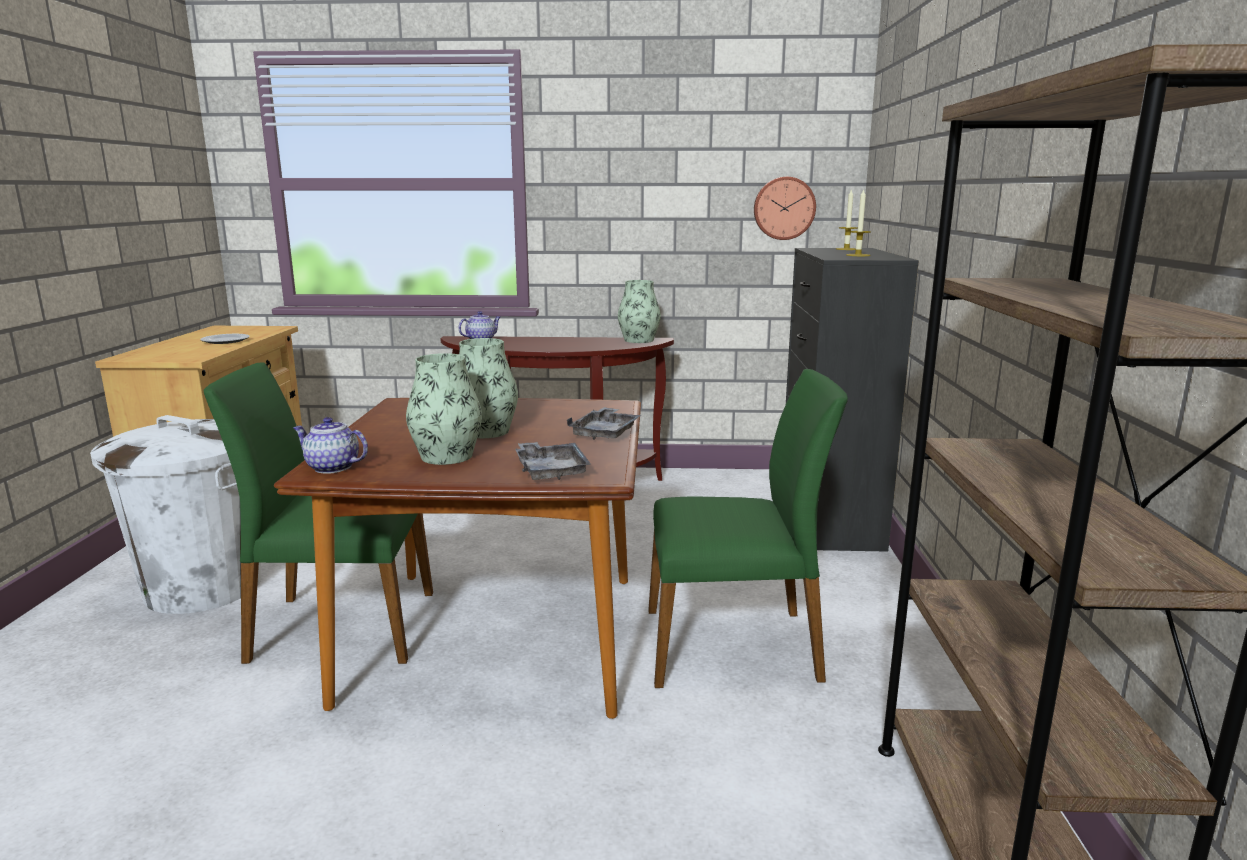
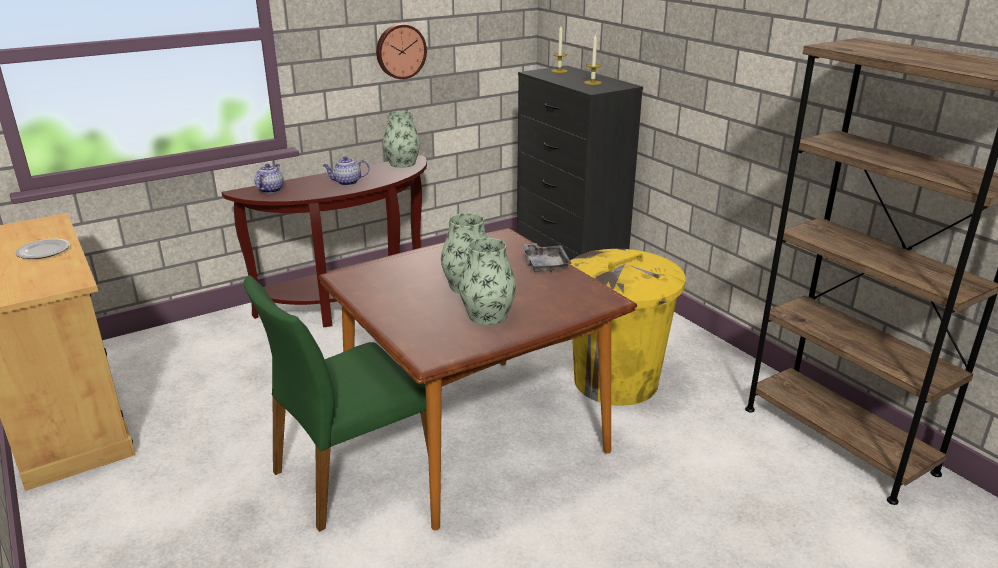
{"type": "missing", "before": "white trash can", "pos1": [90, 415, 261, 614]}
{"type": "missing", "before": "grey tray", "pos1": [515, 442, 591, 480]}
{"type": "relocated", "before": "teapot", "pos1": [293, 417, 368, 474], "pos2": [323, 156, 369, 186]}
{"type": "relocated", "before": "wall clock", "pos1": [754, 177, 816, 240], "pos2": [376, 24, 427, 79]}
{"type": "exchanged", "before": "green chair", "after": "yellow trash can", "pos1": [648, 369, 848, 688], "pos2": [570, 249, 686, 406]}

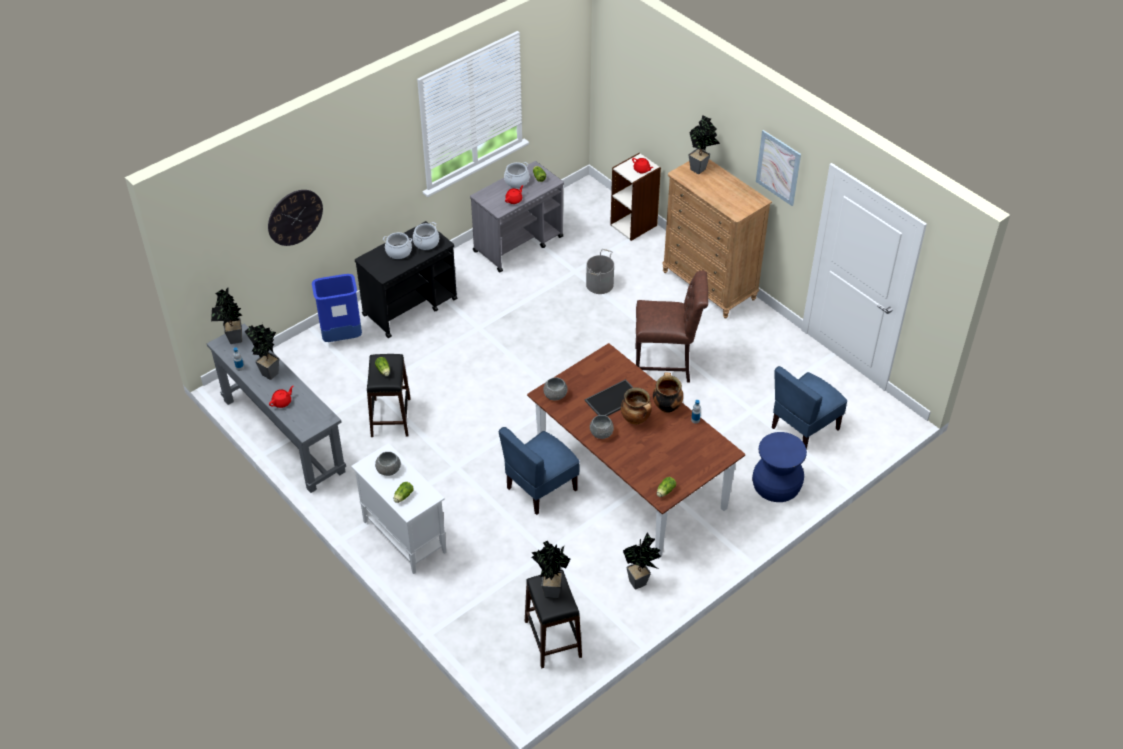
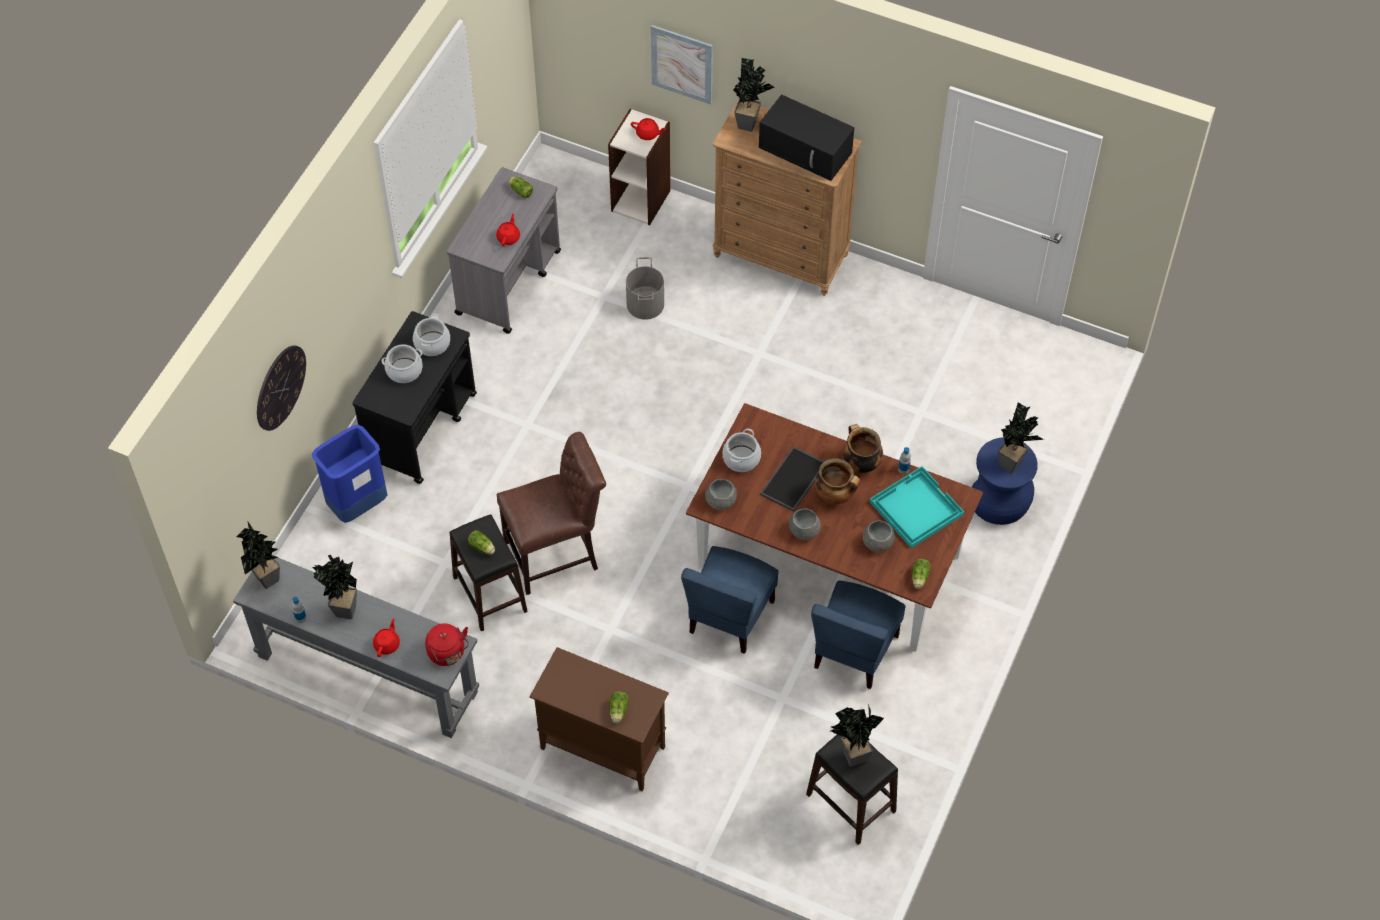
{"type": "appeared", "after": "red kettle", "pos2": [425, 623, 469, 666]}
{"type": "appeared", "after": "black microwave", "pos2": [759, 94, 854, 181]}
{"type": "appeared", "after": "turquoise tray", "pos2": [870, 466, 964, 548]}
{"type": "relocated", "before": "grey bowl", "pos1": [375, 452, 401, 476], "pos2": [863, 521, 895, 552]}
{"type": "relocated", "before": "cooking pot", "pos1": [504, 162, 529, 188], "pos2": [722, 429, 761, 472]}
{"type": "relocated", "before": "potted plant", "pos1": [623, 532, 661, 590], "pos2": [998, 402, 1044, 473]}
{"type": "relocated", "before": "brown chair", "pos1": [635, 271, 708, 383], "pos2": [497, 432, 606, 595]}
{"type": "relocated", "before": "picture", "pos1": [756, 130, 801, 206], "pos2": [651, 25, 713, 105]}
{"type": "relocated", "before": "blue chair", "pos1": [772, 366, 847, 450], "pos2": [811, 580, 906, 689]}
{"type": "colour", "before": "white cabinet", "after": "brown cabinet", "pos1": [351, 443, 446, 574], "pos2": [530, 647, 669, 792]}

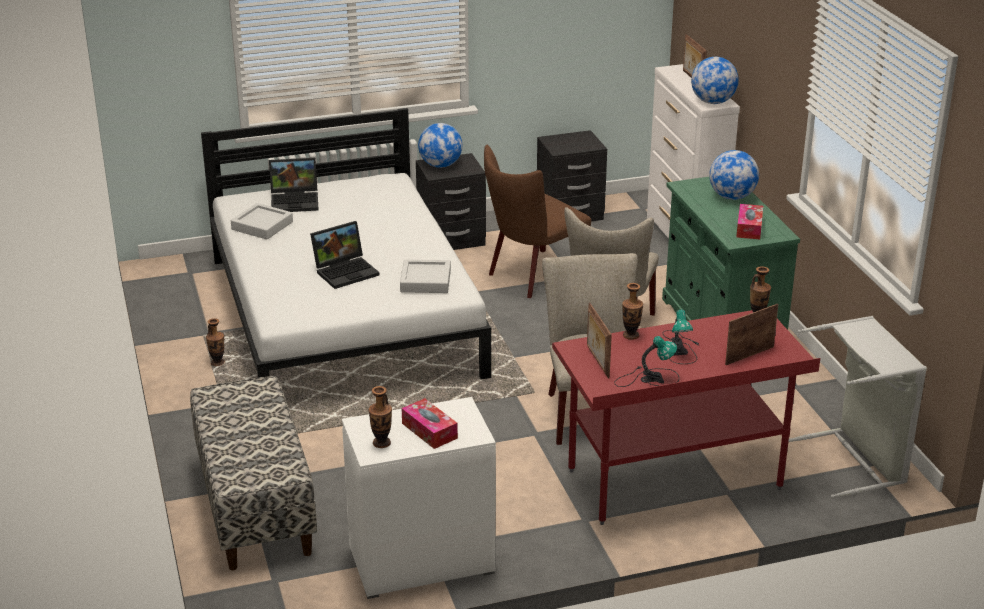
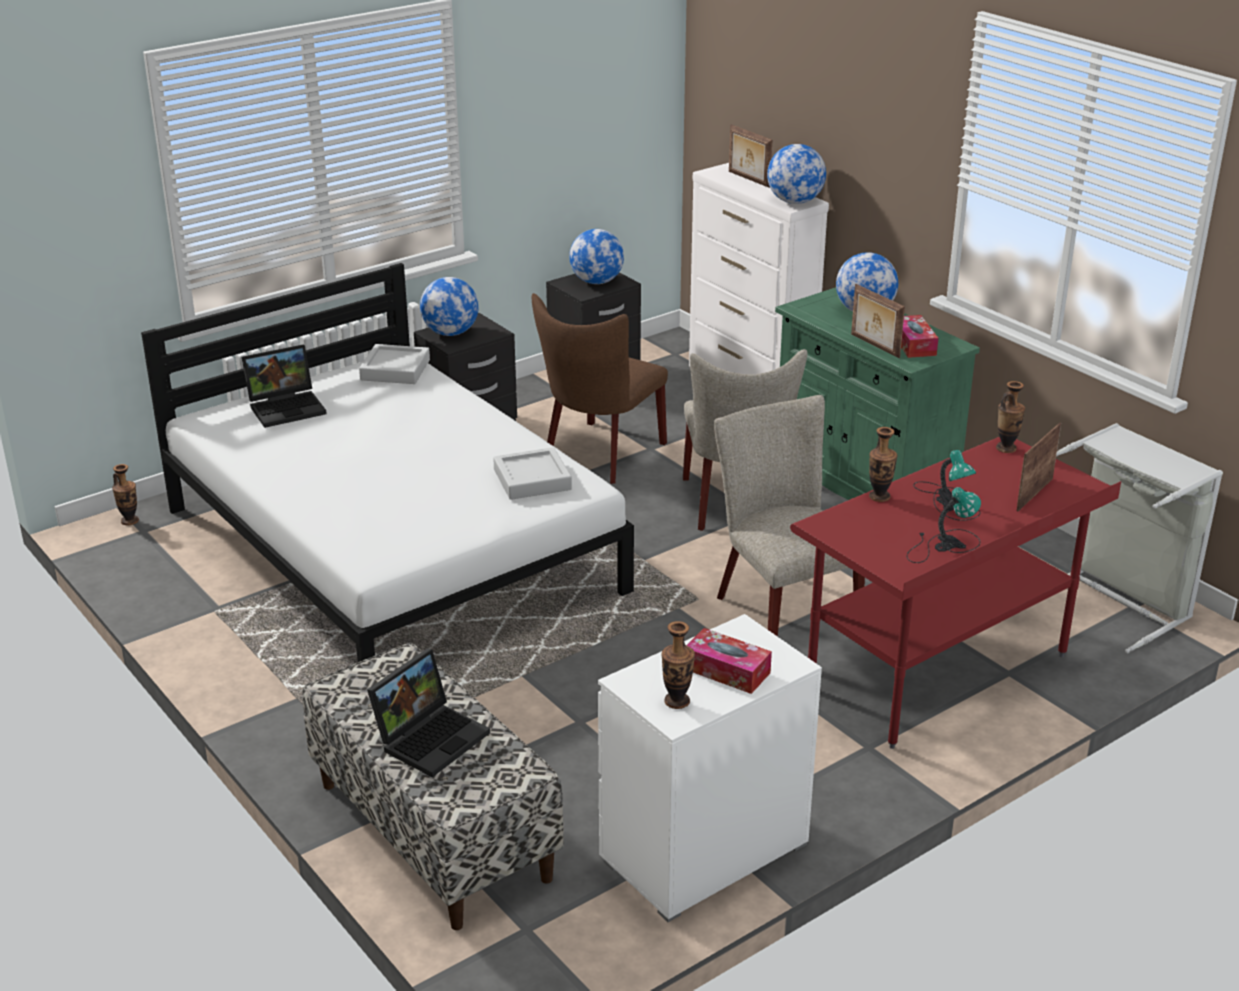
{"type": "appeared", "after": "globe", "pos2": [569, 229, 624, 284]}
{"type": "relocated", "before": "vase", "pos1": [206, 318, 225, 366], "pos2": [112, 464, 139, 525]}
{"type": "relocated", "before": "grey tray", "pos1": [231, 203, 293, 240], "pos2": [359, 344, 430, 384]}
{"type": "relocated", "before": "laptop", "pos1": [310, 221, 379, 289], "pos2": [367, 648, 490, 777]}
{"type": "relocated", "before": "picture frame", "pos1": [587, 303, 612, 378], "pos2": [851, 284, 905, 358]}

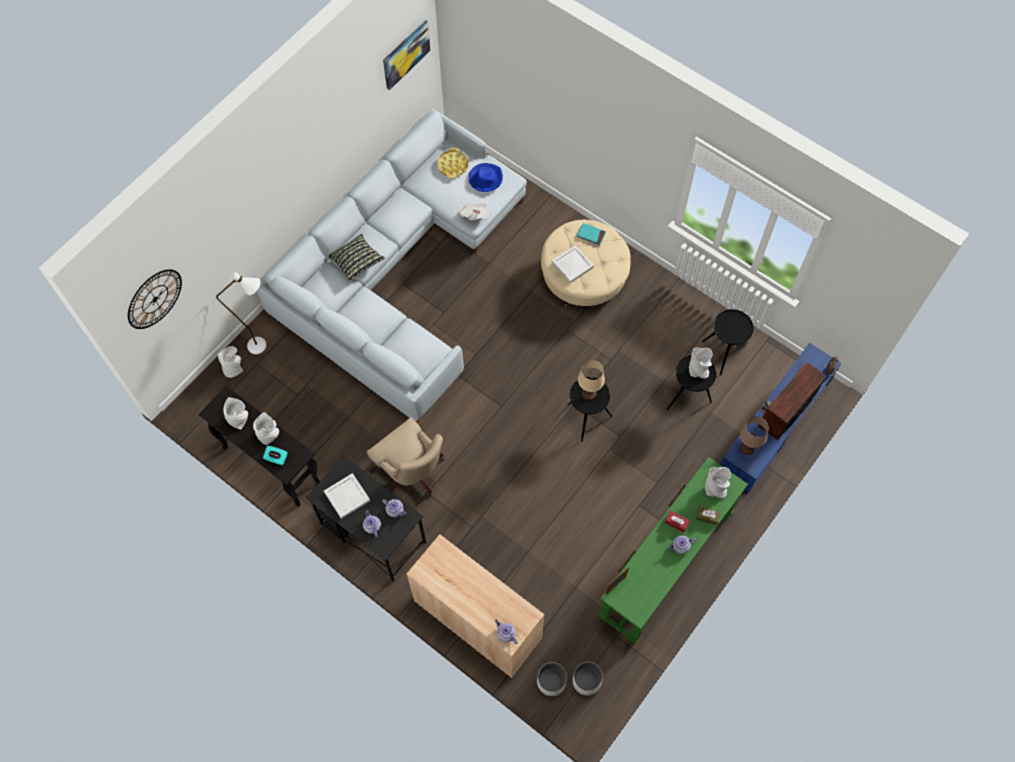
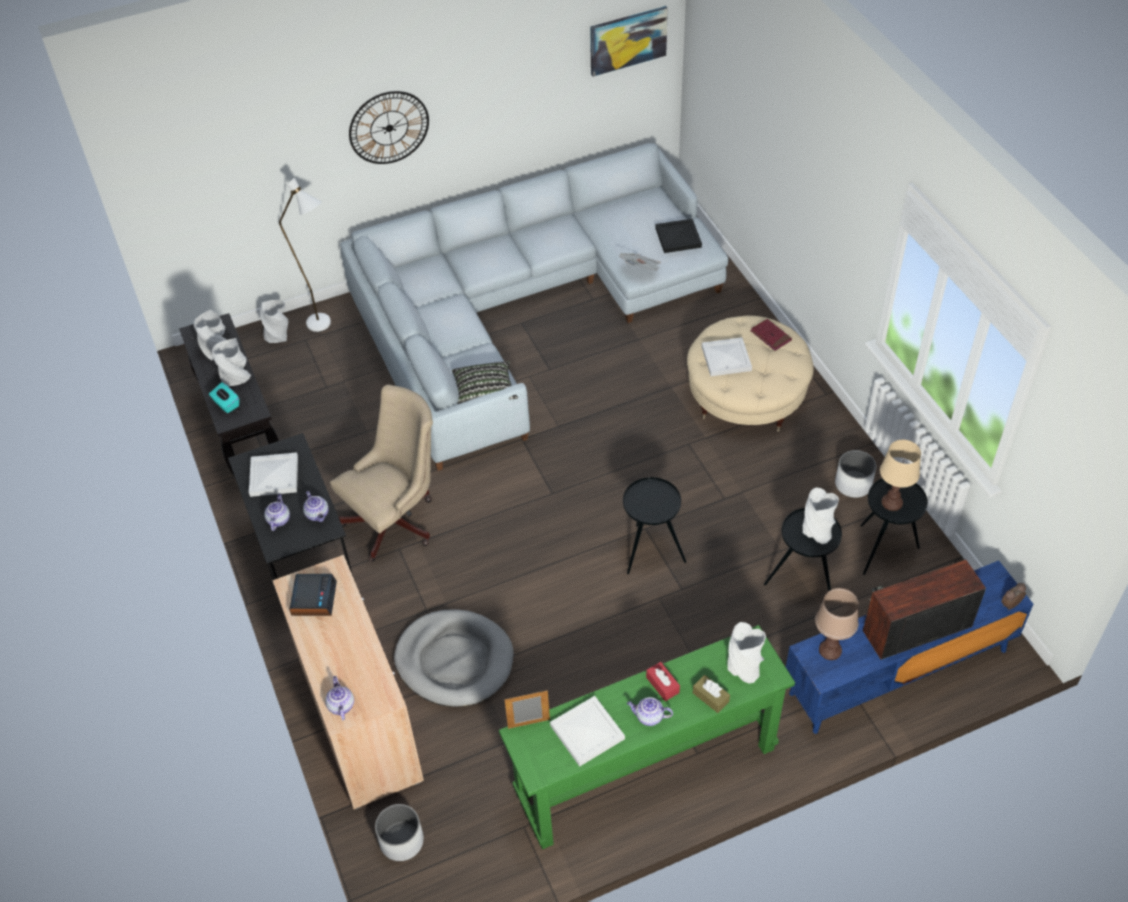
{"type": "missing", "before": "yellow tray", "pos1": [437, 147, 468, 179]}
{"type": "appeared", "after": "alarm clock", "pos2": [289, 574, 337, 616]}
{"type": "appeared", "after": "grey dog bed", "pos2": [394, 609, 514, 707]}
{"type": "appeared", "after": "white tray", "pos2": [550, 696, 625, 767]}
{"type": "relocated", "before": "wall clock", "pos1": [128, 269, 182, 329], "pos2": [349, 91, 429, 164]}
{"type": "relocated", "before": "pillow", "pos1": [328, 234, 385, 281], "pos2": [452, 361, 518, 404]}
{"type": "relocated", "before": "white planter", "pos1": [572, 662, 603, 696], "pos2": [835, 450, 876, 498]}
{"type": "relocated", "before": "beige table lamp", "pos1": [578, 360, 605, 400], "pos2": [880, 440, 921, 511]}
{"type": "exchanged", "before": "blue hat", "after": "black tray", "pos1": [468, 163, 503, 192], "pos2": [655, 219, 702, 253]}
{"type": "colour", "before": "turquoise book", "after": "red book", "pos1": [577, 223, 606, 245], "pos2": [751, 319, 792, 351]}
{"type": "spun", "before": "beige office chair", "pos1": [367, 417, 445, 496], "pos2": [330, 384, 433, 562], "turn": -120}

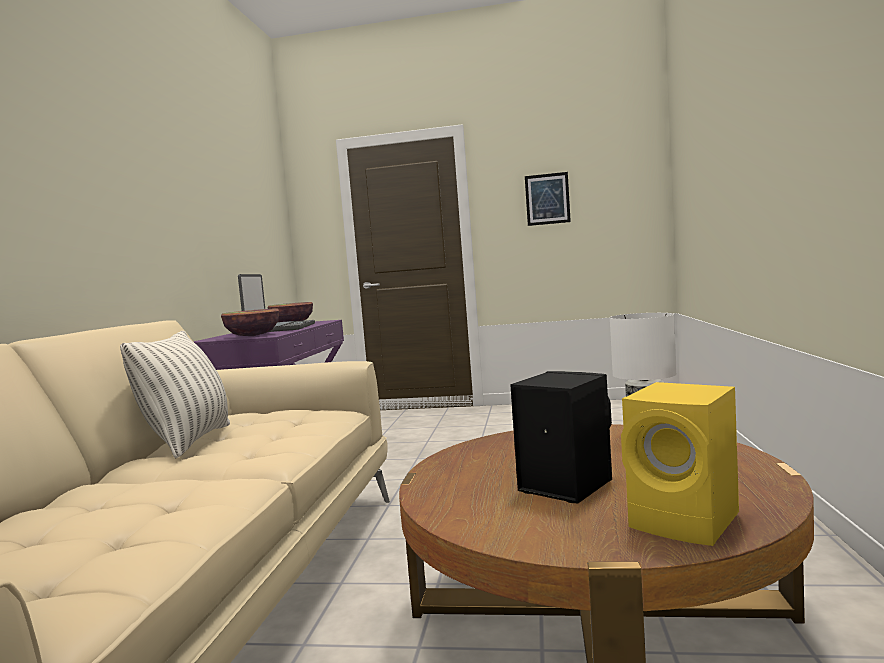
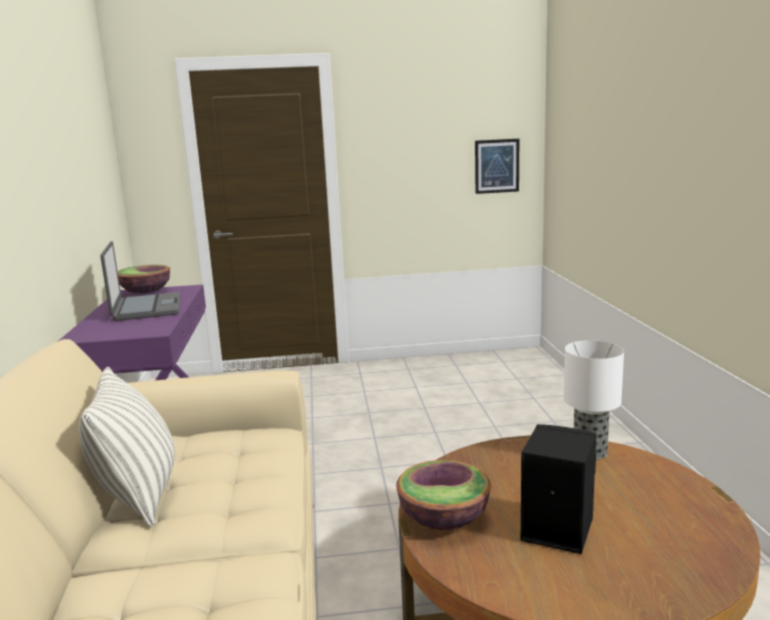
{"type": "missing", "before": "yellow speaker", "pos1": [621, 382, 739, 546]}
{"type": "relocated", "before": "bowl", "pos1": [221, 309, 279, 336], "pos2": [396, 460, 491, 530]}
{"type": "relocated", "before": "picture", "pos1": [525, 172, 571, 226], "pos2": [475, 139, 519, 194]}

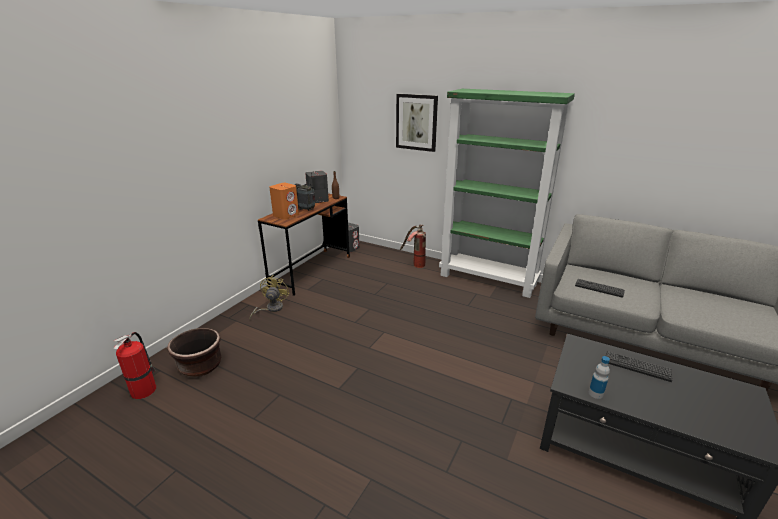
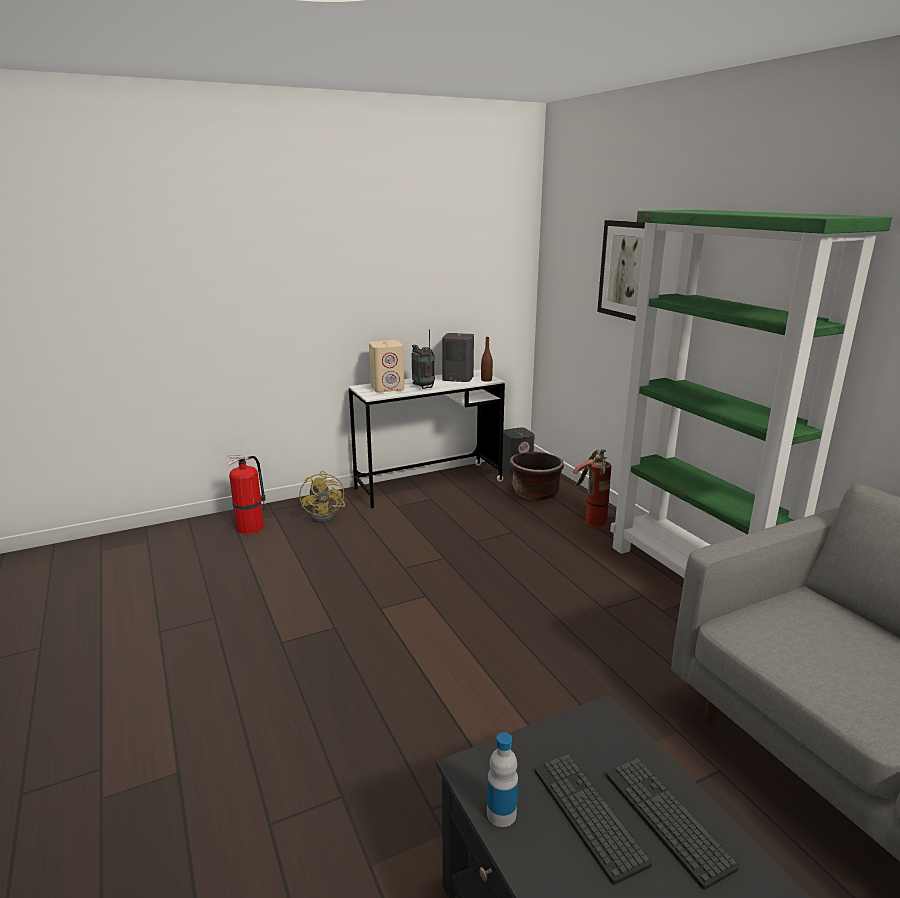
{"type": "relocated", "before": "fire extinguisher", "pos1": [114, 332, 156, 399], "pos2": [226, 455, 268, 534]}
{"type": "relocated", "before": "brown planter", "pos1": [167, 328, 221, 377], "pos2": [509, 452, 564, 500]}
{"type": "relocated", "before": "keyboard", "pos1": [575, 279, 625, 298], "pos2": [535, 754, 652, 885]}
{"type": "colour", "before": "brown desk", "after": "white desk", "pos1": [258, 194, 350, 296], "pos2": [349, 370, 505, 508]}
{"type": "colour", "before": "orange speaker", "after": "beige speaker", "pos1": [269, 183, 299, 220], "pos2": [369, 340, 404, 392]}
{"type": "spun", "before": "yellow fan", "pos1": [249, 275, 289, 320], "pos2": [299, 471, 345, 523], "turn": 120}

